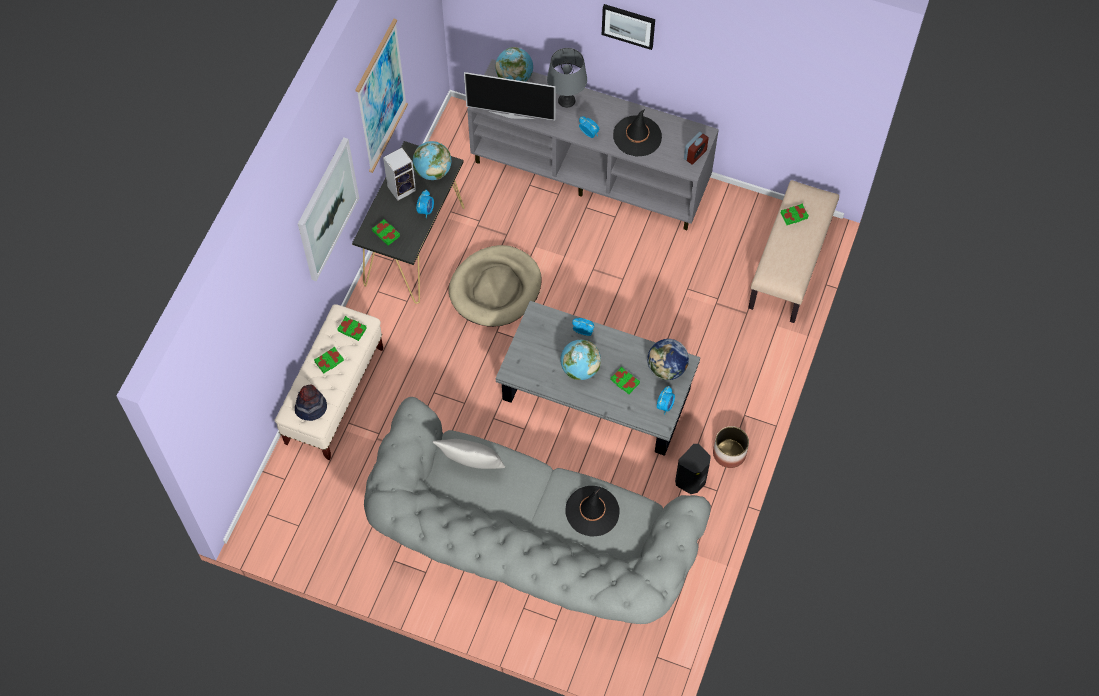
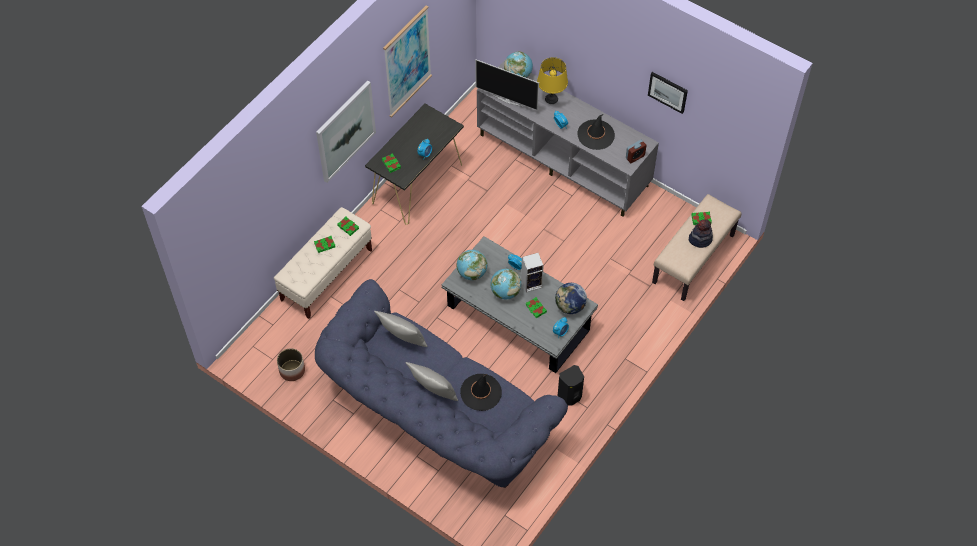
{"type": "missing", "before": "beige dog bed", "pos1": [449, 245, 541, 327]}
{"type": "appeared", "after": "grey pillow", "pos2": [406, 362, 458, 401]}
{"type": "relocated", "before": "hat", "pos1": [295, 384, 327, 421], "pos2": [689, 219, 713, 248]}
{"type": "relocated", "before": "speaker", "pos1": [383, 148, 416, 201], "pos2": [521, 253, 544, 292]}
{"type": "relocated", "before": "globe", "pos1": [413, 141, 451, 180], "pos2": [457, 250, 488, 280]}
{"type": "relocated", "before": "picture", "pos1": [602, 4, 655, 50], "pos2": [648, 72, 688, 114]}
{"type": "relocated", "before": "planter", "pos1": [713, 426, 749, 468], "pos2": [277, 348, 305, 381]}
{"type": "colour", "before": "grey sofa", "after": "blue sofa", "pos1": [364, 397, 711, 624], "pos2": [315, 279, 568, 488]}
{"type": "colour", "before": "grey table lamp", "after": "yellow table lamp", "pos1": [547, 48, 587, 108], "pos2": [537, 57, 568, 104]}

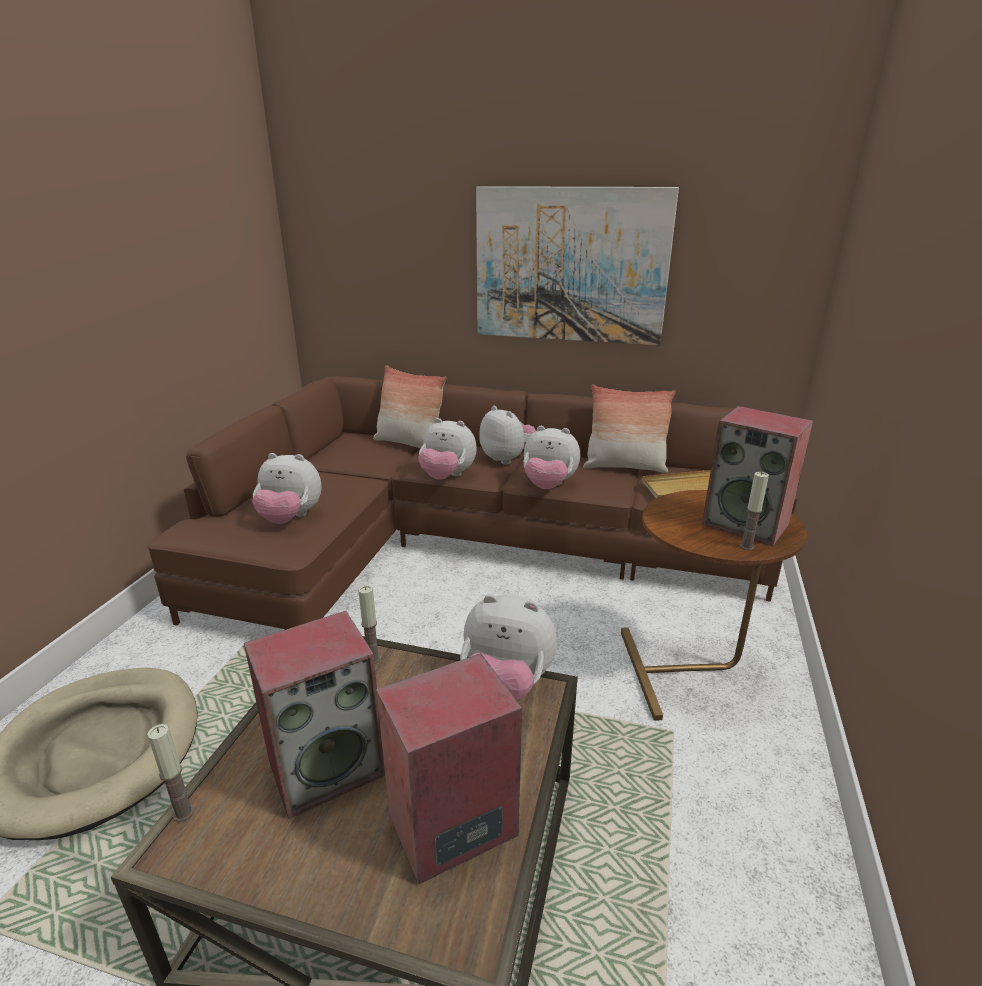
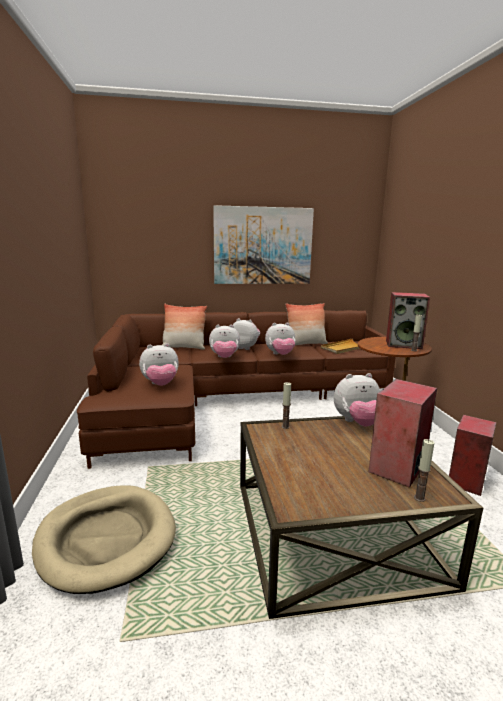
{"type": "relocated", "before": "candle", "pos1": [147, 724, 194, 822], "pos2": [414, 439, 434, 502]}
{"type": "relocated", "before": "speaker", "pos1": [244, 611, 385, 819], "pos2": [449, 415, 496, 496]}

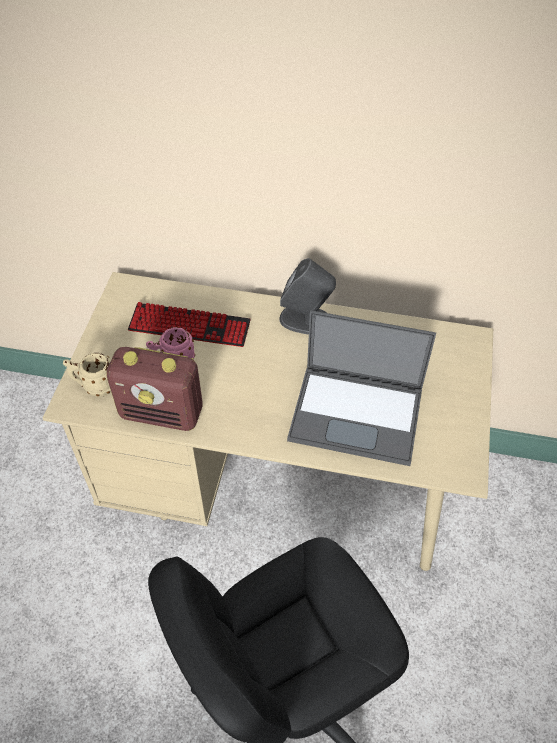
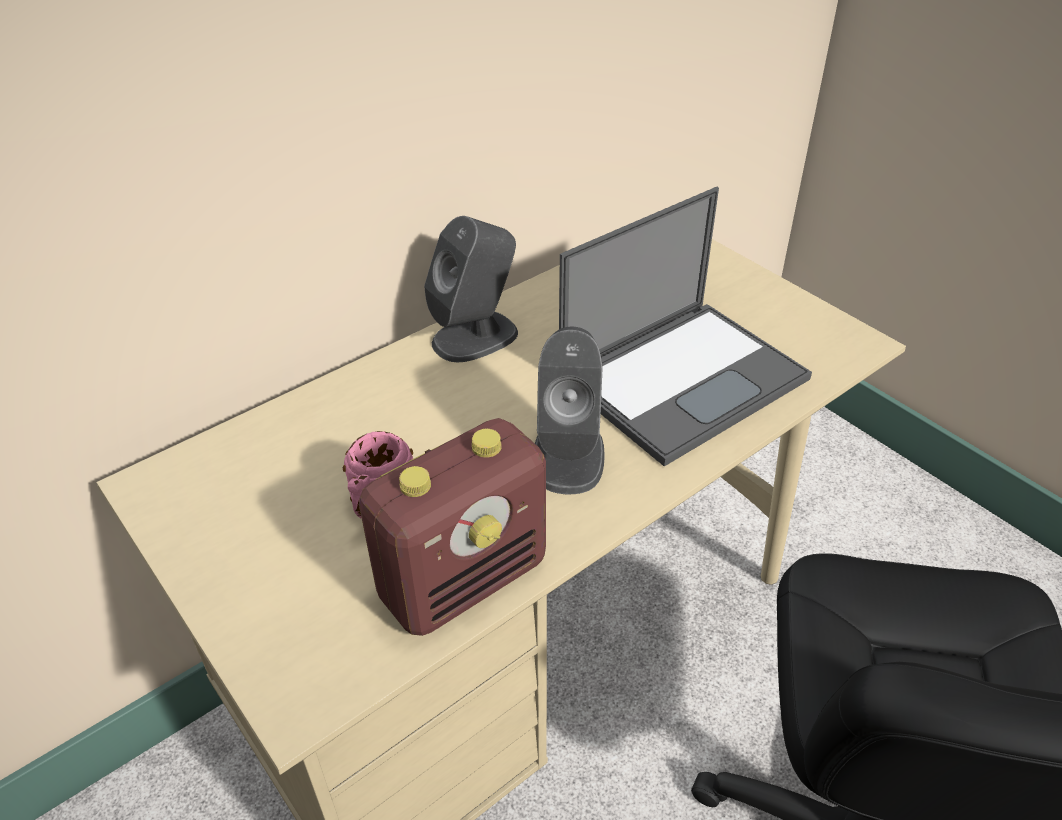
{"type": "missing", "before": "beige mug", "pos1": [63, 353, 111, 397]}
{"type": "missing", "before": "keyboard", "pos1": [128, 302, 251, 347]}
{"type": "appeared", "after": "grey speaker", "pos2": [535, 327, 605, 494]}

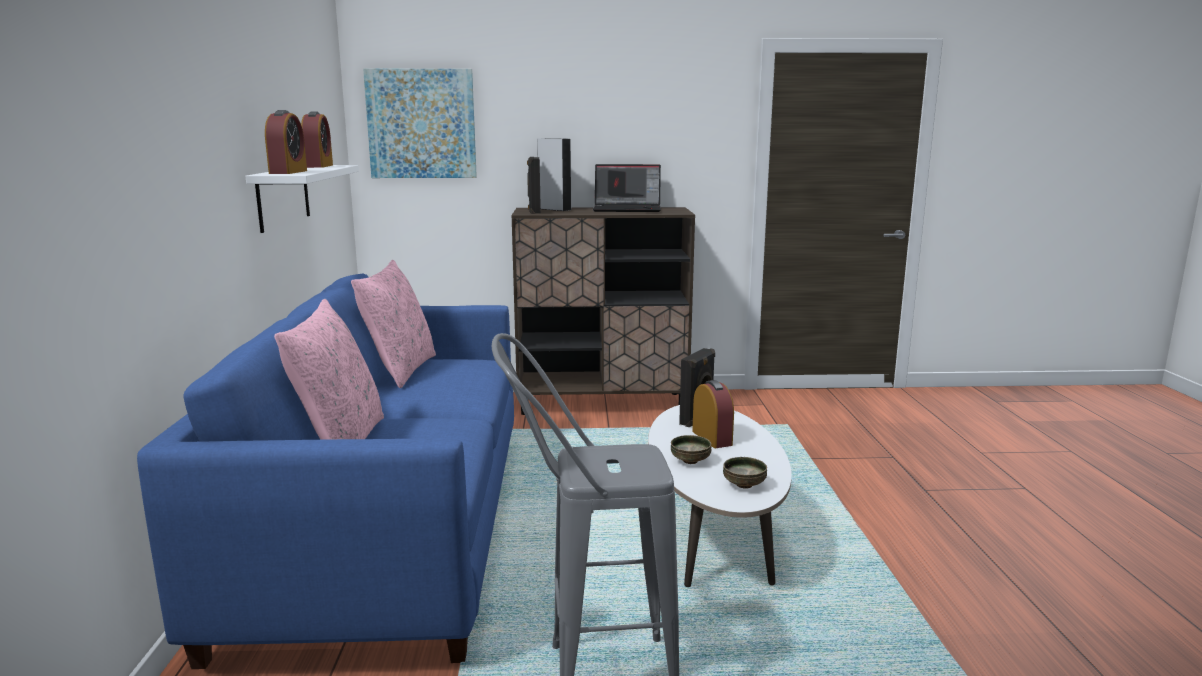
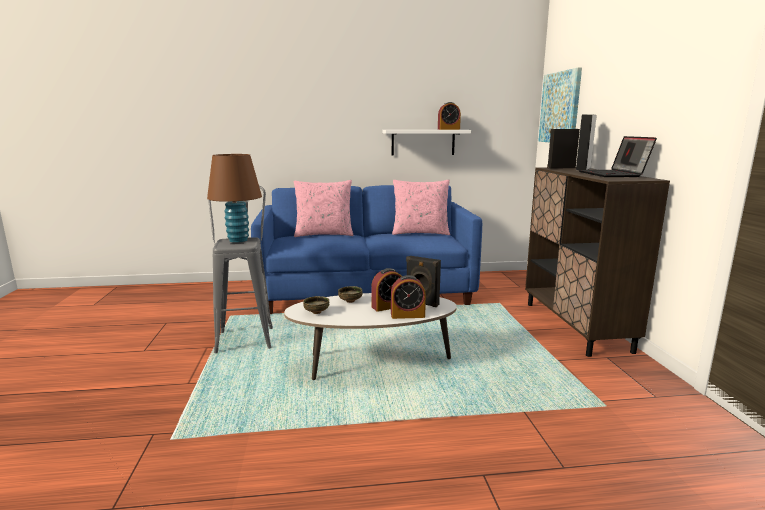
{"type": "appeared", "after": "brown table lamp", "pos2": [207, 154, 262, 243]}
{"type": "relocated", "before": "alarm clock", "pos1": [265, 110, 307, 174], "pos2": [391, 275, 426, 319]}

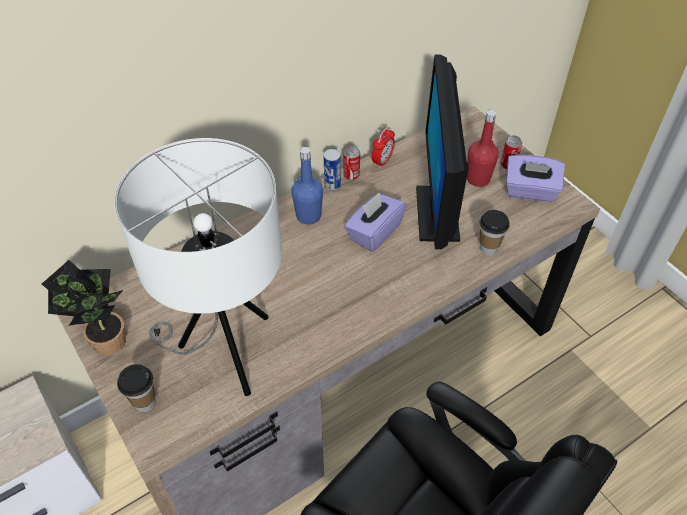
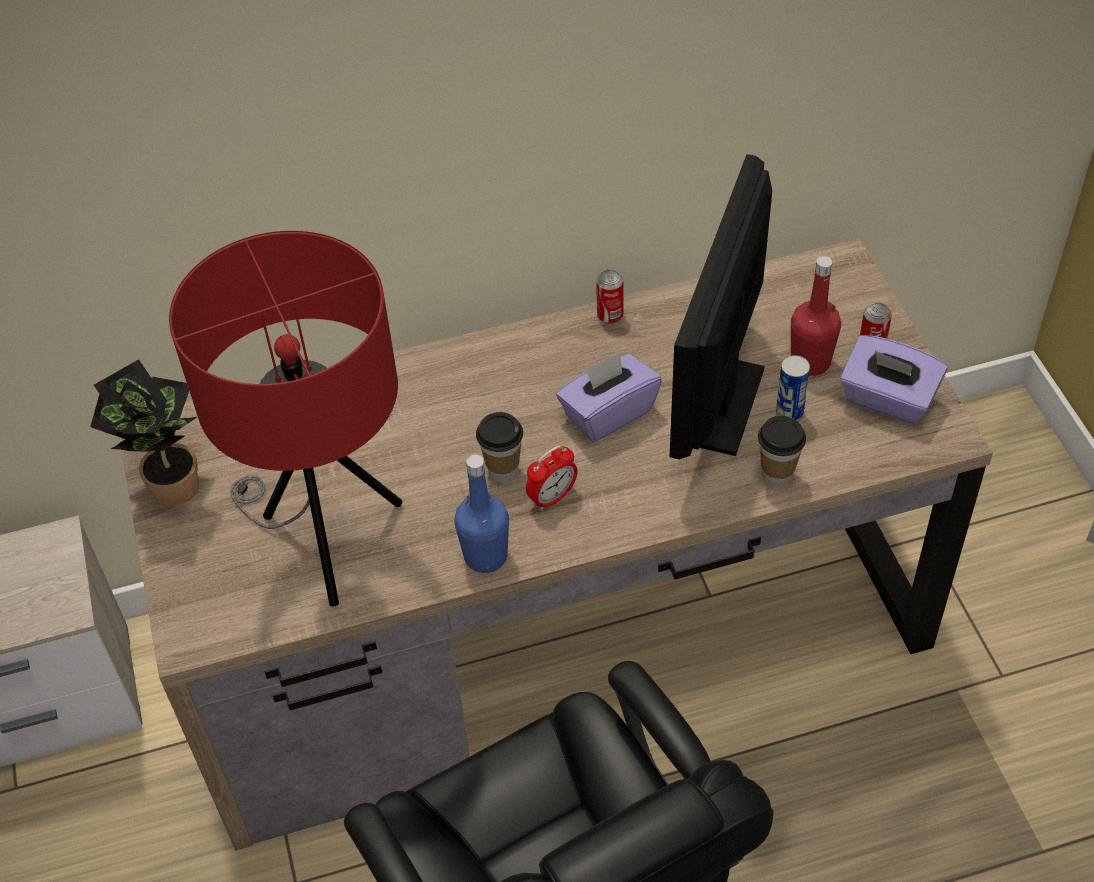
{"type": "relocated", "before": "cup", "pos1": [117, 364, 156, 412], "pos2": [476, 412, 523, 483]}
{"type": "relocated", "before": "blue bottle", "pos1": [292, 147, 323, 224], "pos2": [454, 454, 509, 573]}
{"type": "relocated", "before": "can", "pos1": [324, 149, 341, 191], "pos2": [776, 355, 810, 421]}
{"type": "relocated", "before": "alarm clock", "pos1": [372, 127, 395, 169], "pos2": [526, 445, 578, 511]}
{"type": "colour", "before": "white table lamp", "after": "red table lamp", "pos1": [115, 138, 282, 396], "pos2": [169, 231, 402, 607]}

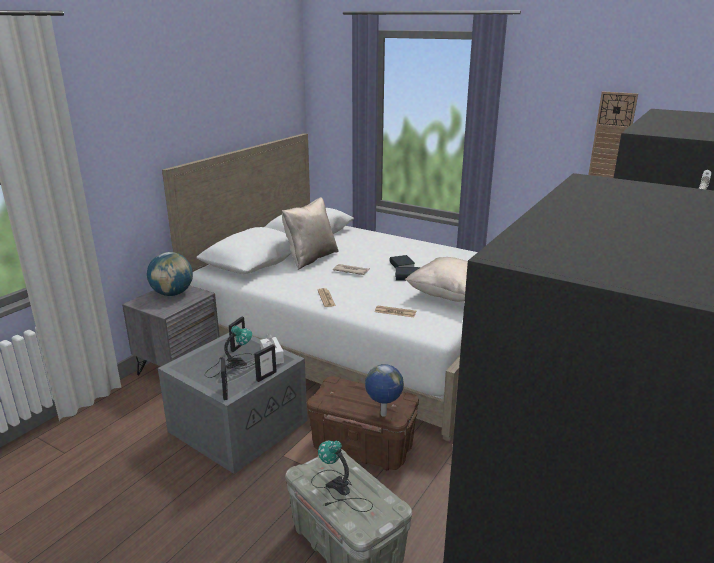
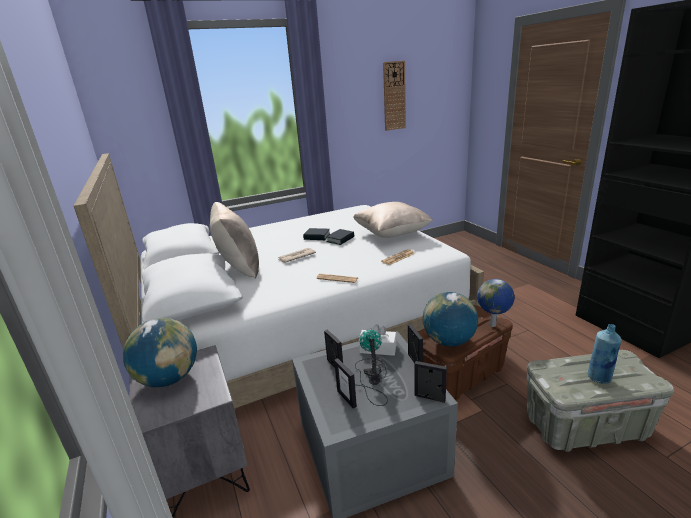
{"type": "appeared", "after": "picture frame", "pos2": [334, 358, 357, 409]}
{"type": "appeared", "after": "globe", "pos2": [423, 292, 478, 347]}
{"type": "exchanged", "before": "table lamp", "after": "blue bottle", "pos1": [311, 440, 373, 512], "pos2": [588, 324, 622, 384]}

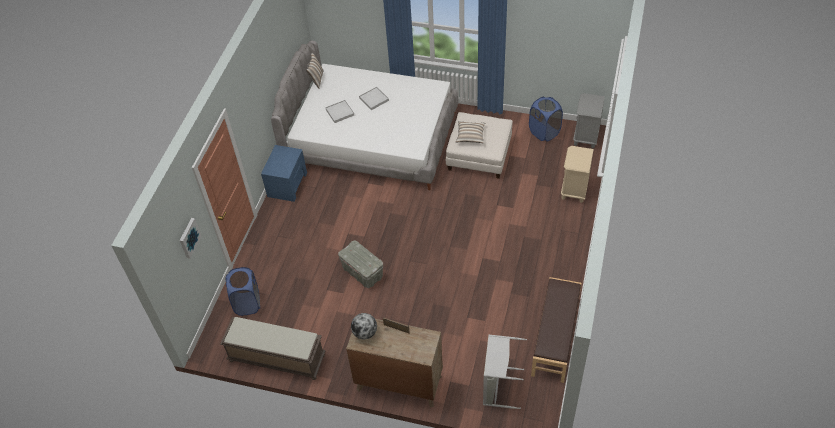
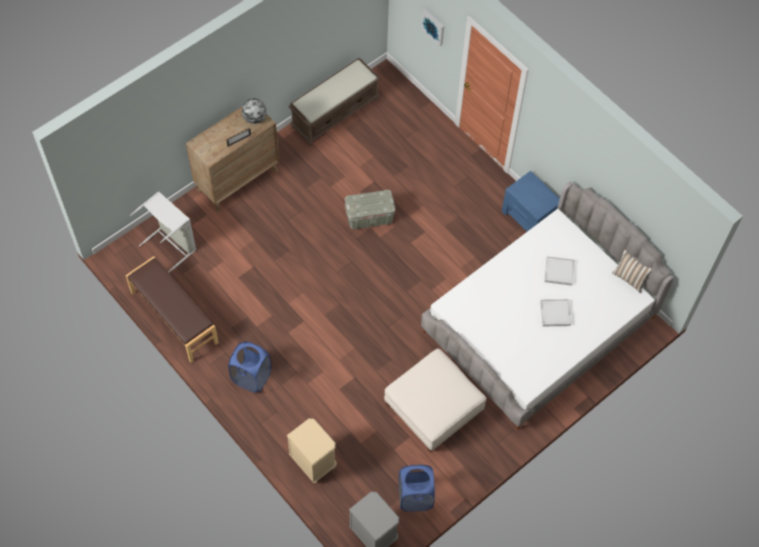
{"type": "missing", "before": "pillow", "pos1": [456, 121, 486, 143]}
{"type": "relocated", "before": "blue laundry basket", "pos1": [225, 267, 260, 316], "pos2": [228, 341, 271, 393]}

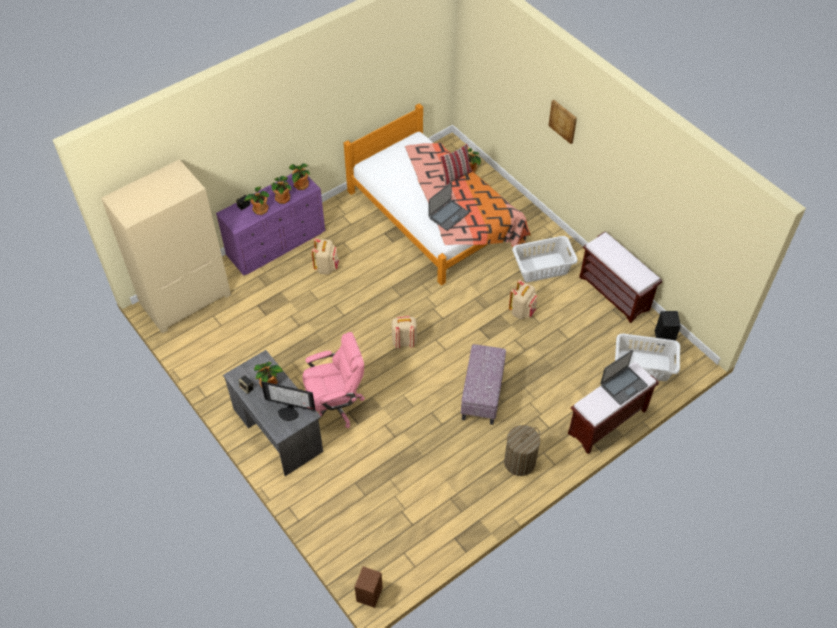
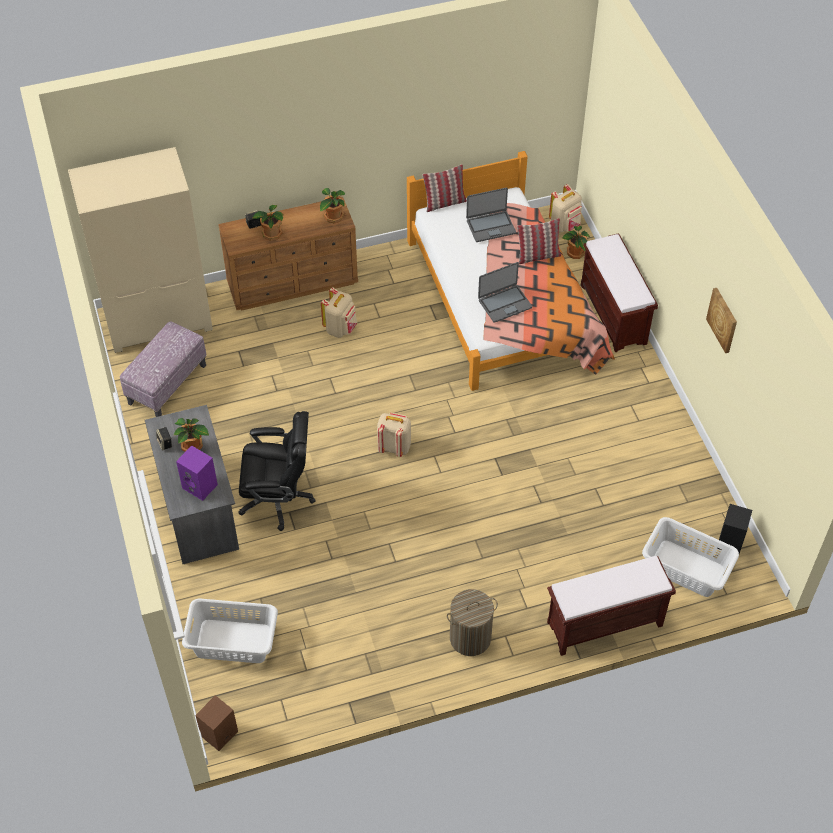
{"type": "missing", "before": "potted plant", "pos1": [271, 176, 291, 204]}
{"type": "appeared", "after": "pillow", "pos2": [422, 164, 467, 212]}
{"type": "relocated", "before": "ottoman", "pos1": [461, 344, 506, 425], "pos2": [120, 321, 207, 417]}
{"type": "relocated", "before": "beige backpack", "pos1": [509, 280, 538, 320], "pos2": [549, 184, 582, 233]}
{"type": "relocated", "before": "white laundry basket", "pos1": [512, 236, 578, 282], "pos2": [182, 598, 278, 663]}
{"type": "relocated", "before": "picture", "pos1": [548, 100, 577, 144], "pos2": [706, 288, 737, 353]}
{"type": "relocated", "before": "brown bench", "pos1": [579, 231, 662, 323], "pos2": [581, 233, 658, 352]}
{"type": "relocated", "before": "laptop", "pos1": [600, 350, 648, 405], "pos2": [466, 187, 516, 242]}
{"type": "exchanged", "before": "monitor", "after": "purple speaker", "pos1": [261, 381, 315, 421], "pos2": [176, 445, 218, 501]}
{"type": "colour", "before": "purple dresser", "after": "brown dresser", "pos1": [216, 174, 326, 275], "pos2": [218, 197, 358, 311]}
{"type": "colour", "before": "pink office chair", "after": "black office chair", "pos1": [303, 332, 365, 428], "pos2": [238, 411, 316, 531]}

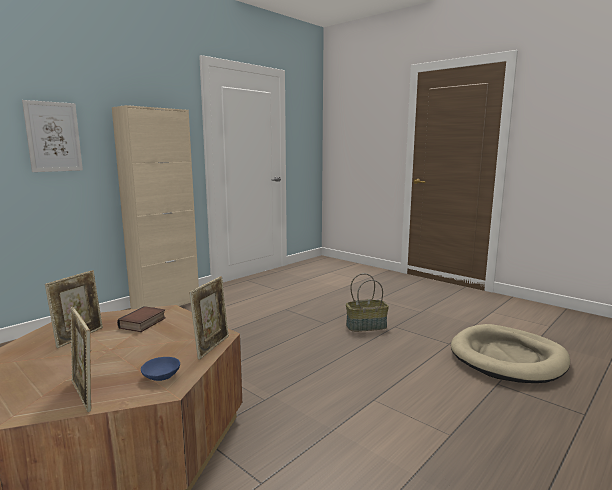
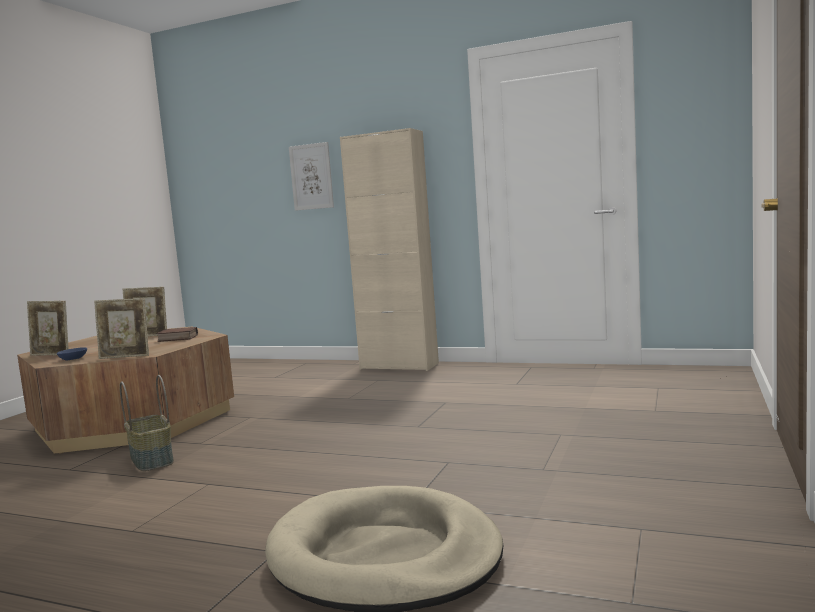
{"type": "relocated", "before": "basket", "pos1": [346, 273, 389, 332], "pos2": [120, 375, 174, 471]}
{"type": "spun", "before": "picture frame", "pos1": [70, 307, 91, 412], "pos2": [27, 301, 69, 356], "turn": -105}

